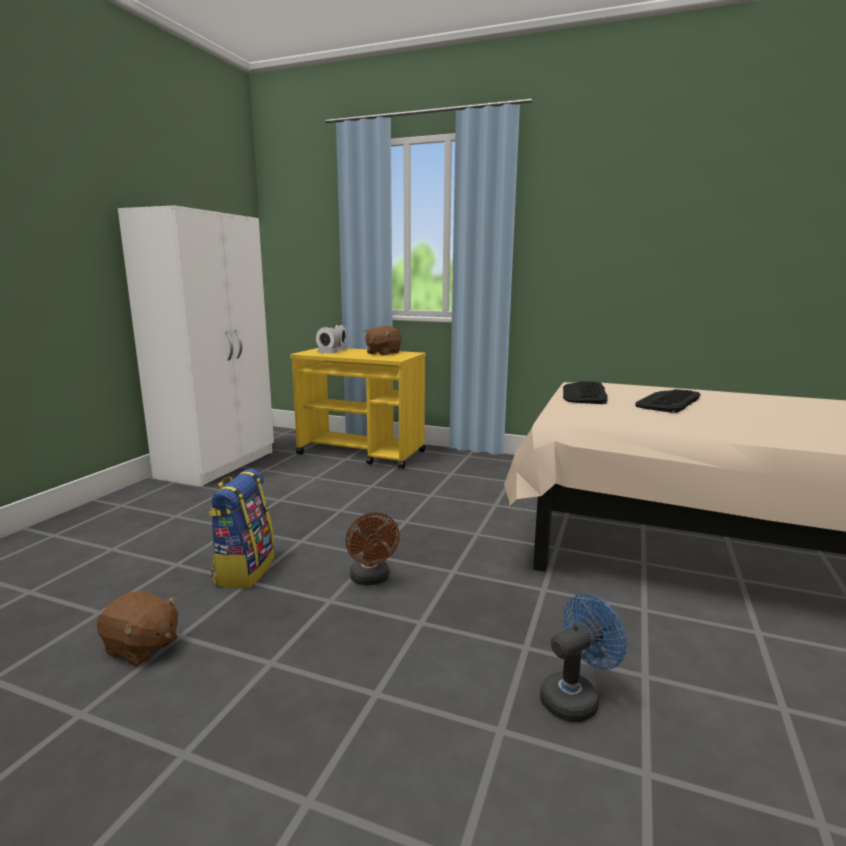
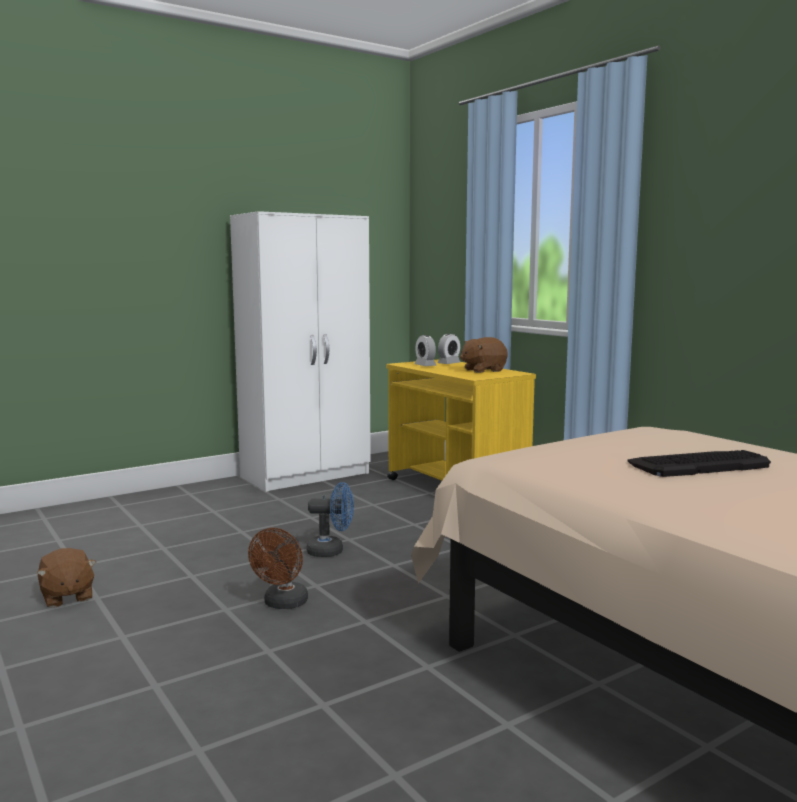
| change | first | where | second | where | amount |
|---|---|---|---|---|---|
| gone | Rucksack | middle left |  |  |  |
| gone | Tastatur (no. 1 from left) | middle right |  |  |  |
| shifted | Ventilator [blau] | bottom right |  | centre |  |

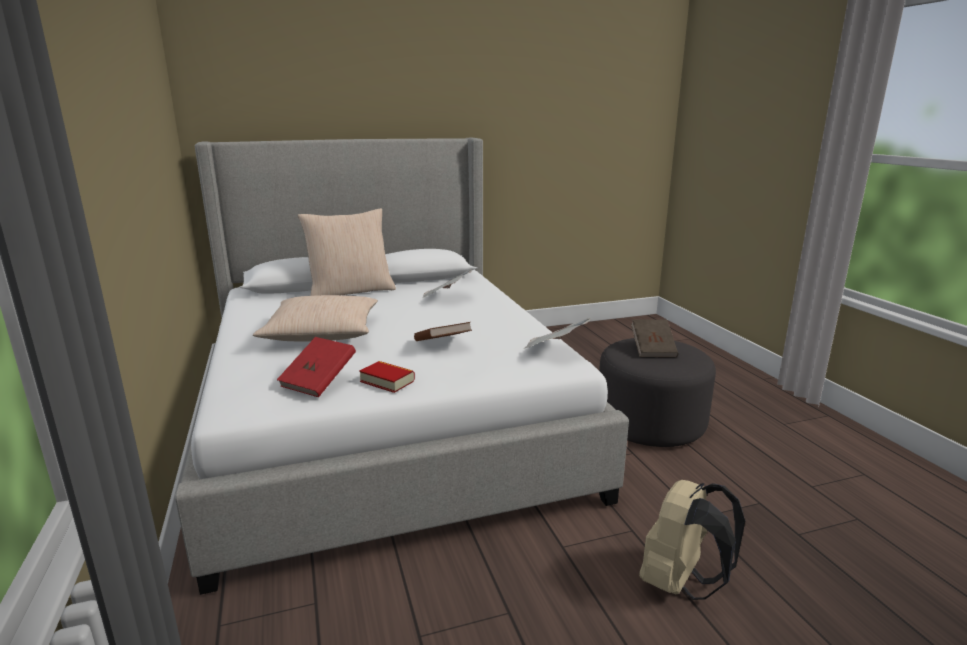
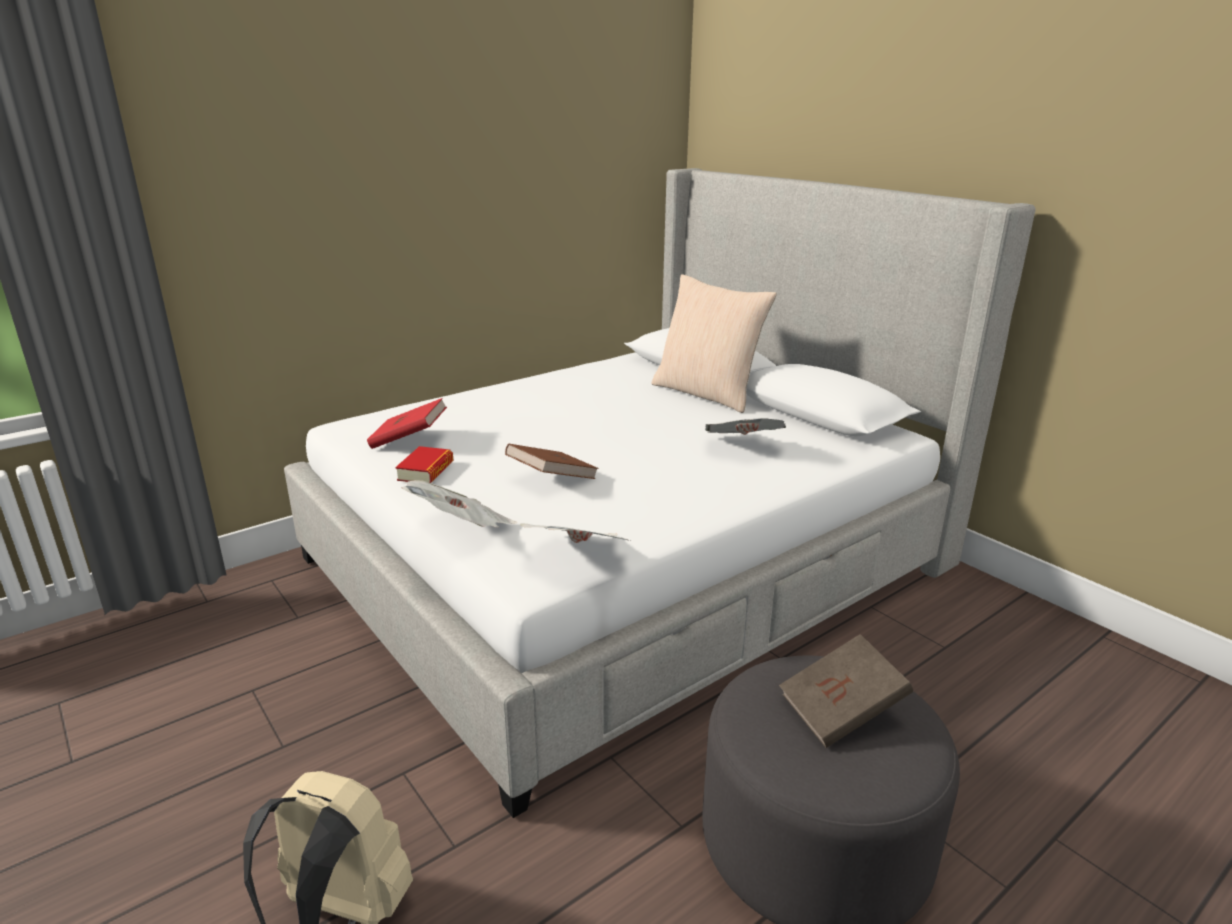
| change | first | where | second | where | amount |
|---|---|---|---|---|---|
| gone | Kissen [beige] (no. 1 from left) | middle left |  |  |  |
| new |  |  | Zeitung (no. 1 from left) | centre |  |

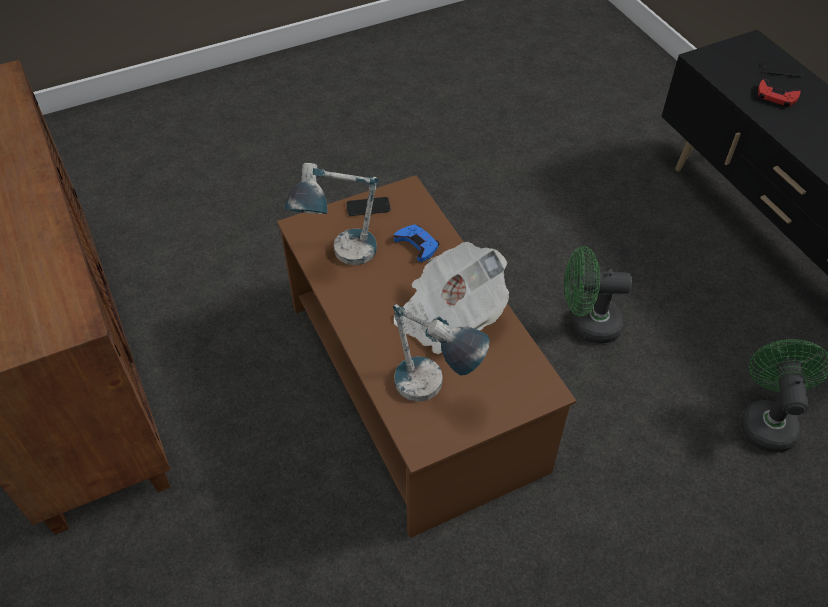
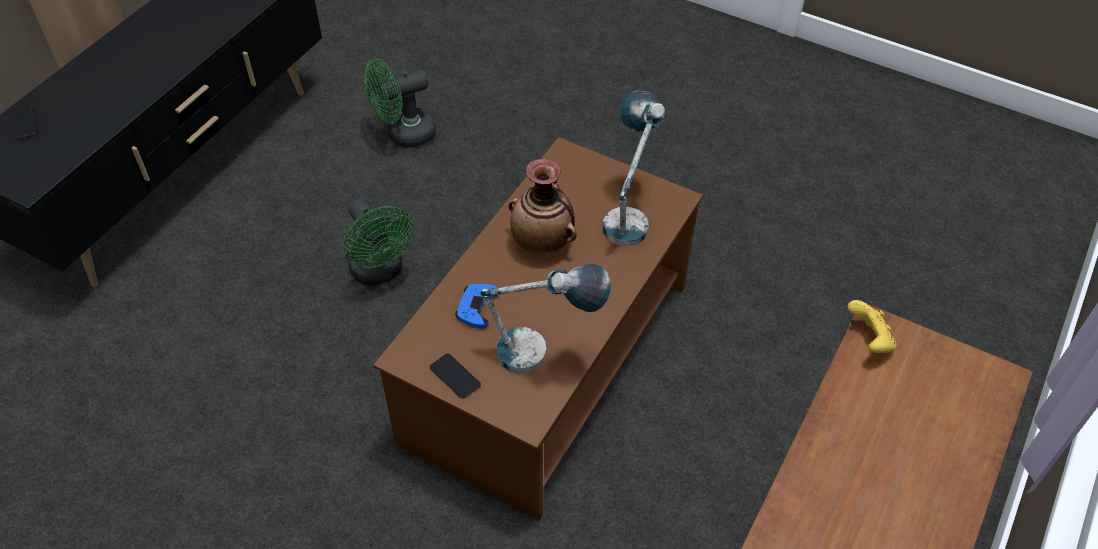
| change | first | where | second | where | amount |
|---|---|---|---|---|---|
| gone | Gamepad [rot] | top right |  |  |  |
| new |  |  | Gamepad [gelb] | middle right |  |
| swapped | Zeitung | centre | Vase | centre |  |

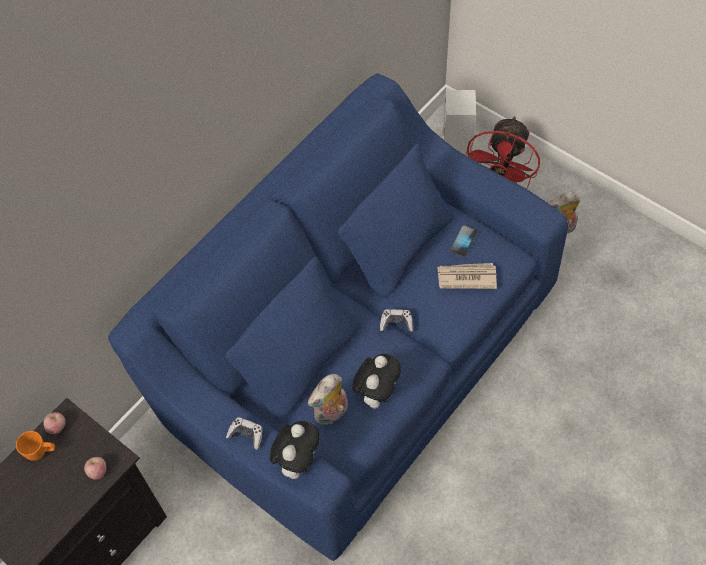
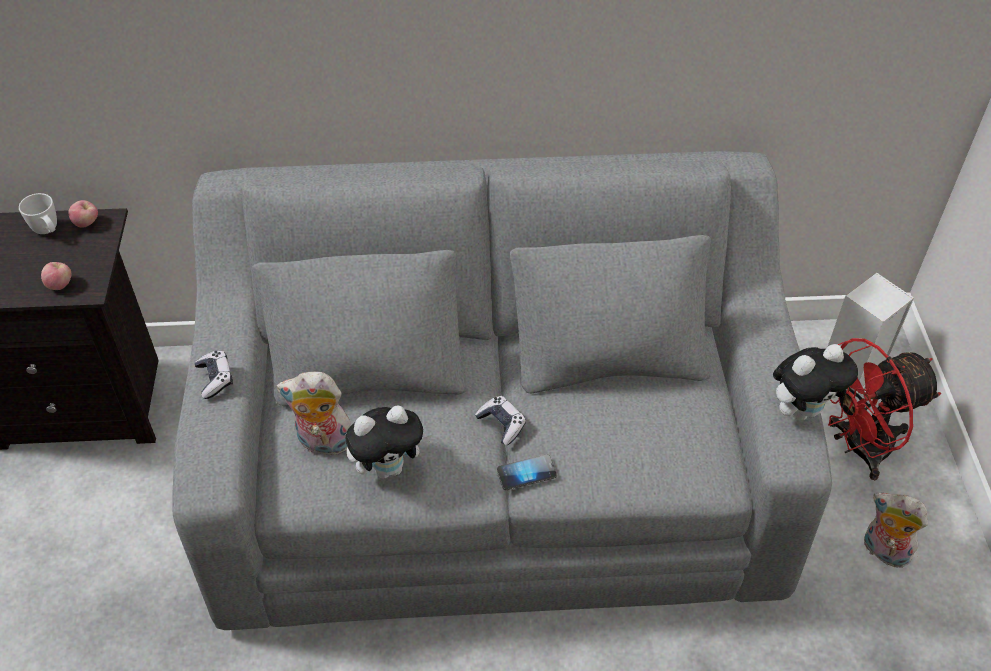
| change | first | where | second | where | amount |
|---|---|---|---|---|---|
| gone | Zeitung | centre |  |  |  |
| shifted | Plüschtier (no. 1 from left in the first image) | bottom centre | Plüschtier (no. 3 from left) | middle right |  |
| shifted | Handy | centre |  | bottom centre |  |
| repainted | Henkelbecher [orange] | bottom left | Henkelbecher [weiß] | top left |  |
| repainted | Sofa [blau] | centre | Sofa [grau] | centre |  |

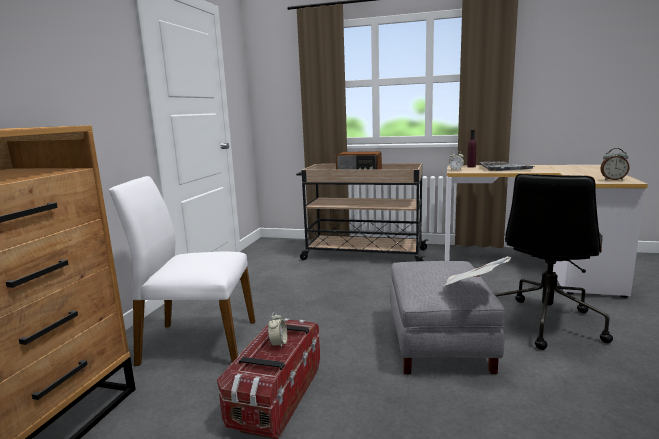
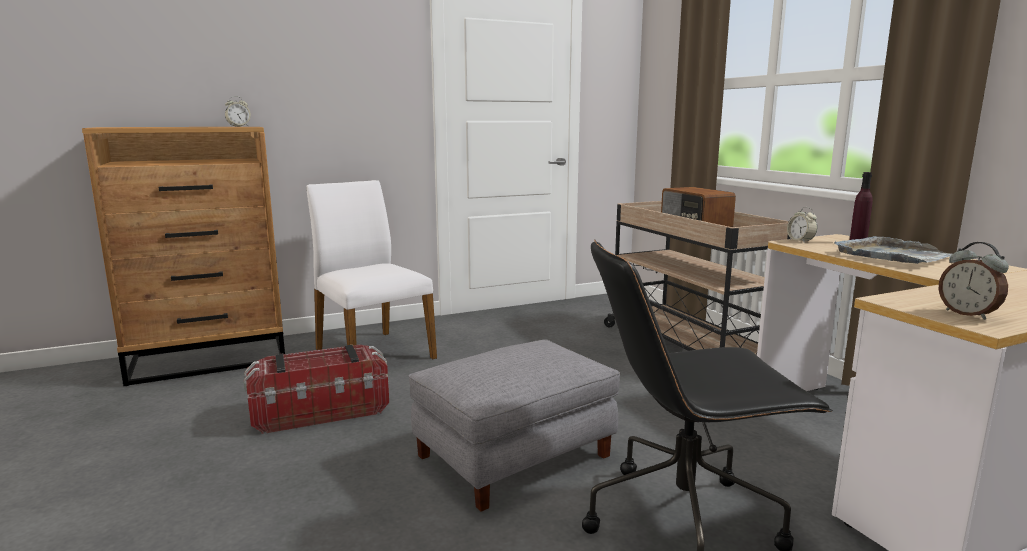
| change | first | where | second | where | amount |
|---|---|---|---|---|---|
| gone | Zeitung | middle right |  |  |  |
| shifted | Wecker (no. 1 from left) | bottom centre |  | top left |  |

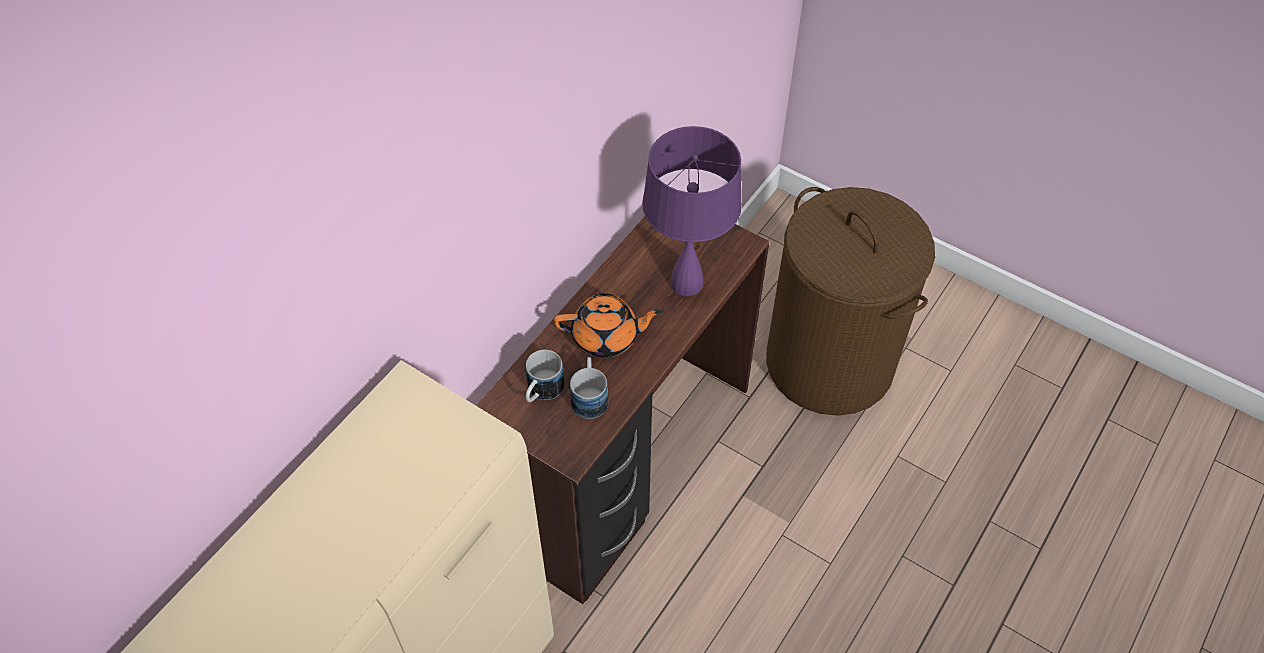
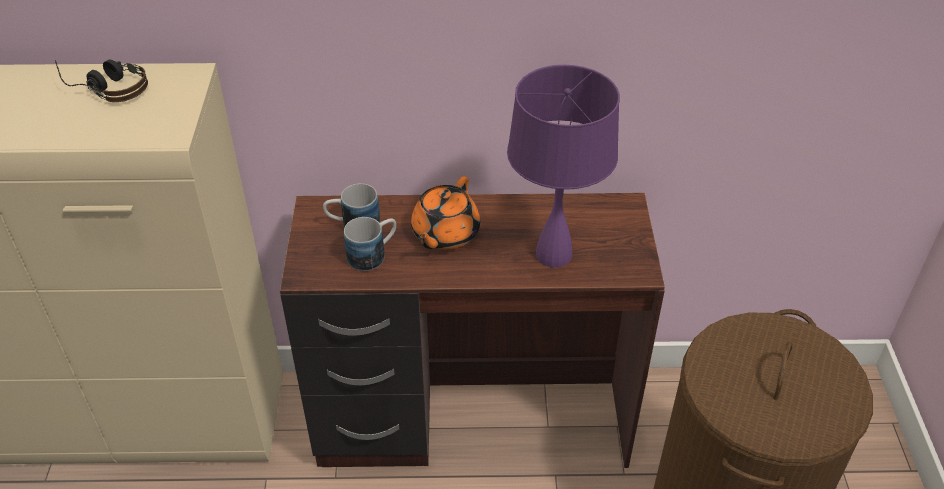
| change | first | where | second | where | amount |
|---|---|---|---|---|---|
| new |  |  | Kopfhörer | top left |  |
| rotated | Teekanne [orange] | centre |  | centre | 60 degrees clockwise |

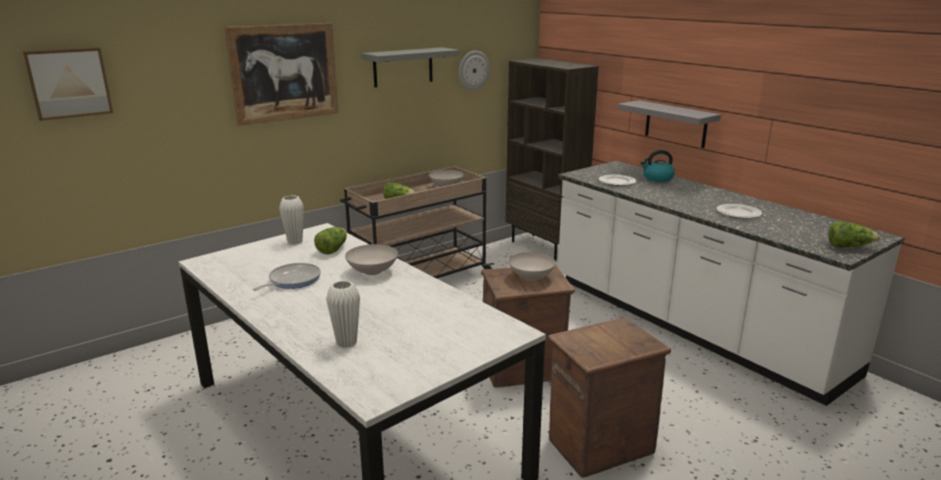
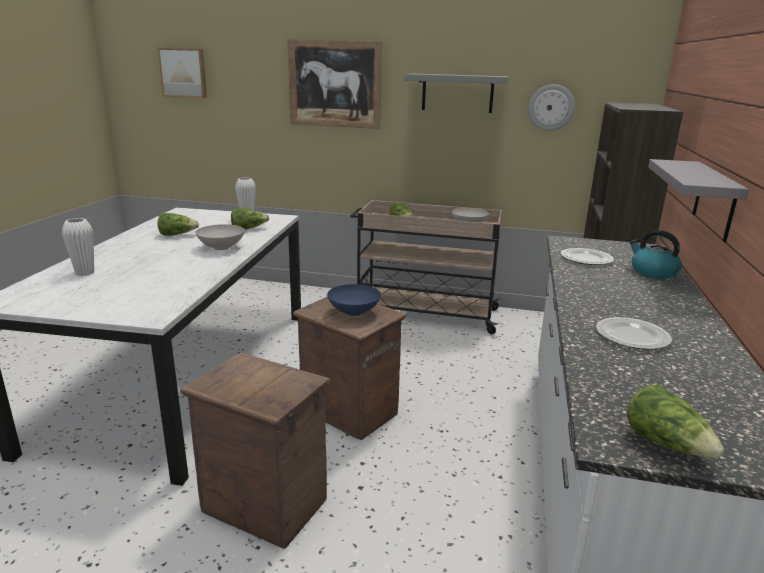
| change | first | where | second | where | amount |
|---|---|---|---|---|---|
| swapped | Pfanne | middle left | Salatkopf (no. 1 from left) | middle left |  |
| repainted | Schüssel [weiß] (no. 3 from left) | centre | Schüssel [blau] | centre |  |

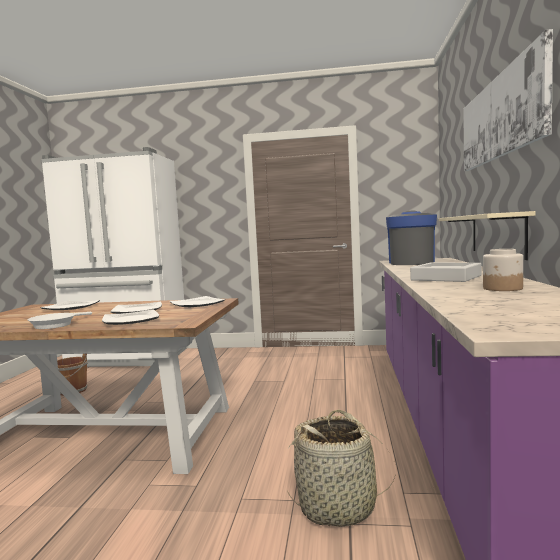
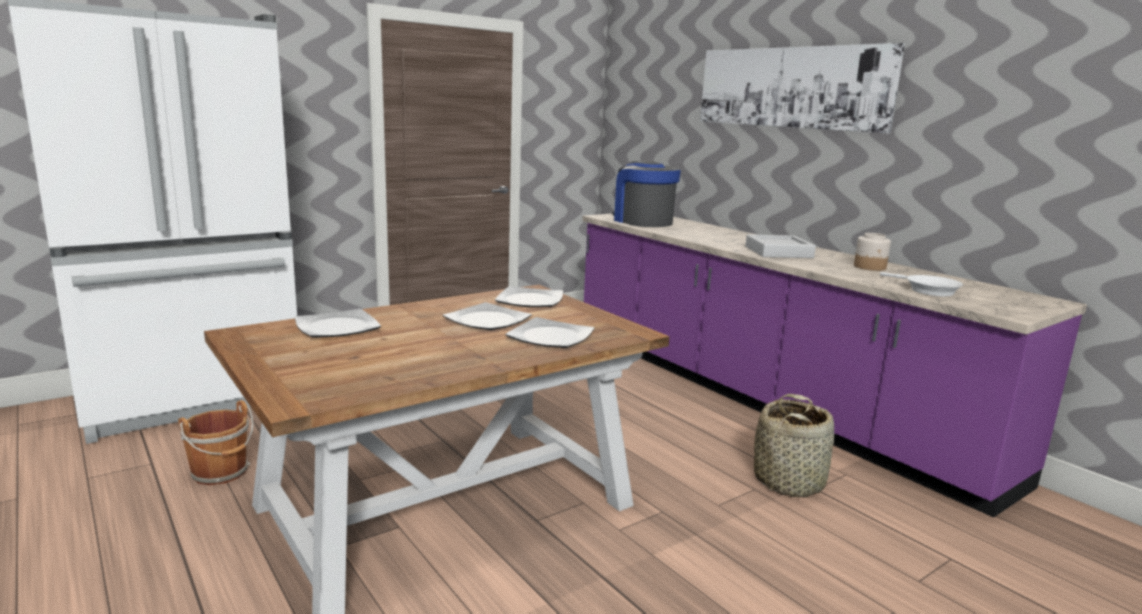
| change | first | where | second | where | amount |
|---|---|---|---|---|---|
| gone | Wandregal [beige] | middle right |  |  |  |
| shifted | Pfanne [weiß] | middle left |  | middle right |  |

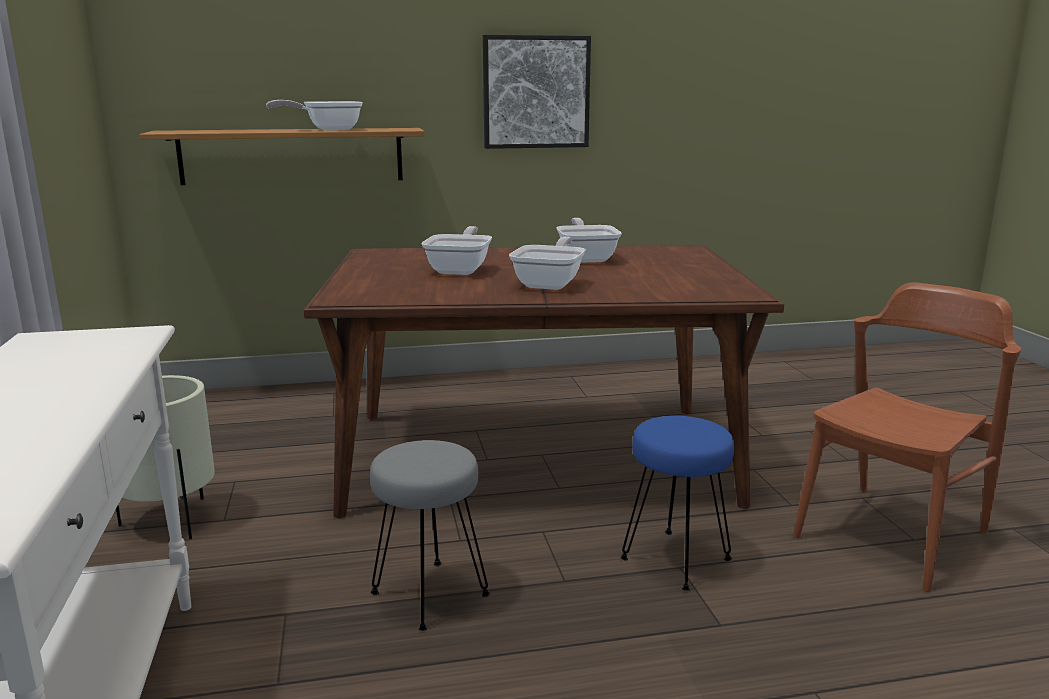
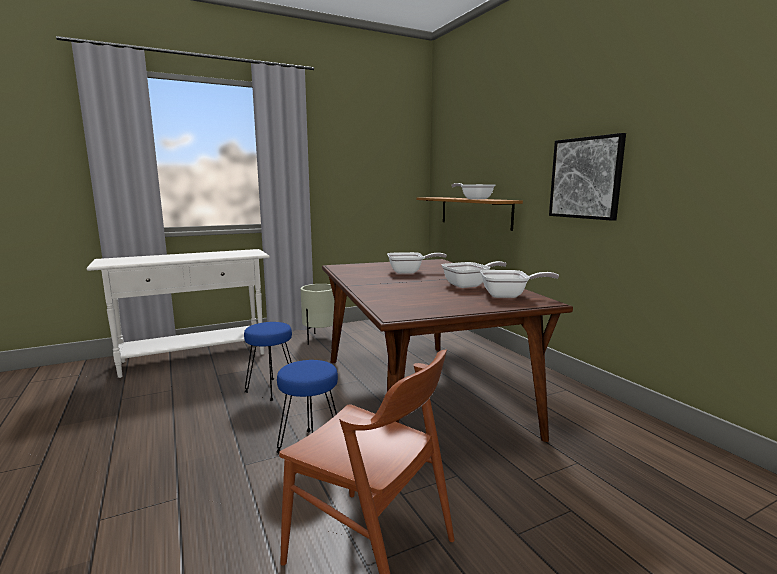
| change | first | where | second | where | amount |
|---|---|---|---|---|---|
| shifted | Pfanne (no. 3 from left in the first image) | centre | Pfanne (no. 4 from left) | middle right |  |
| repainted | Hocker [grau] | bottom centre | Hocker [blau] (no. 1 from left) | centre |  |

